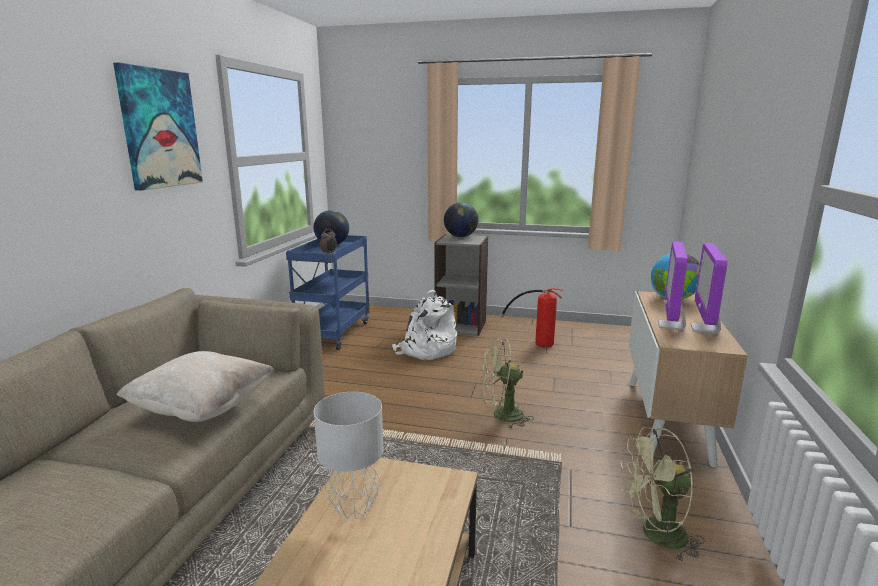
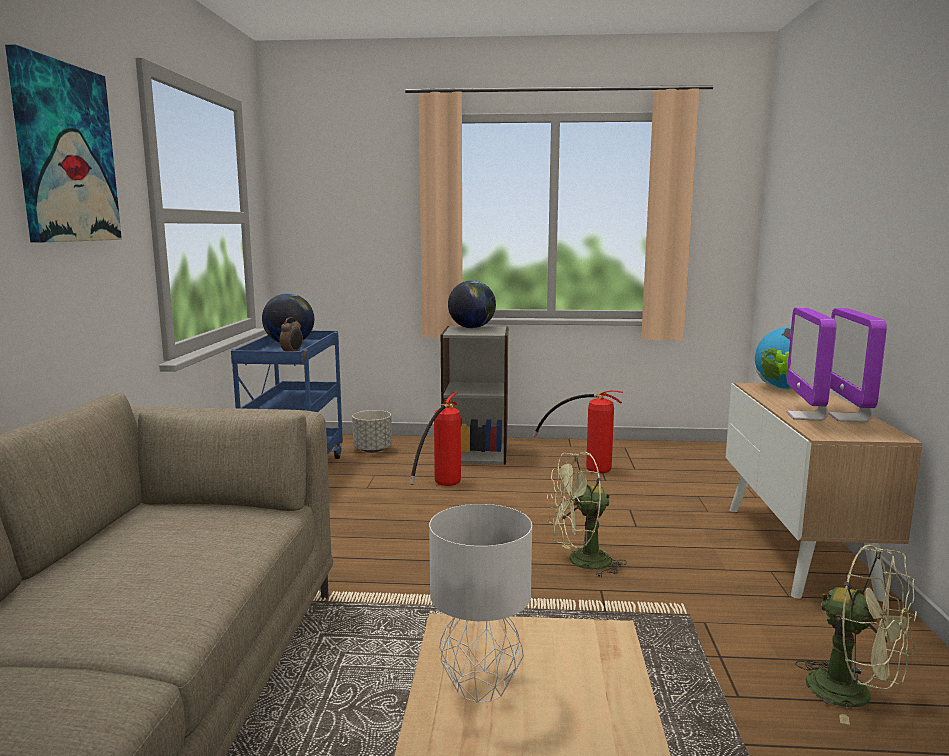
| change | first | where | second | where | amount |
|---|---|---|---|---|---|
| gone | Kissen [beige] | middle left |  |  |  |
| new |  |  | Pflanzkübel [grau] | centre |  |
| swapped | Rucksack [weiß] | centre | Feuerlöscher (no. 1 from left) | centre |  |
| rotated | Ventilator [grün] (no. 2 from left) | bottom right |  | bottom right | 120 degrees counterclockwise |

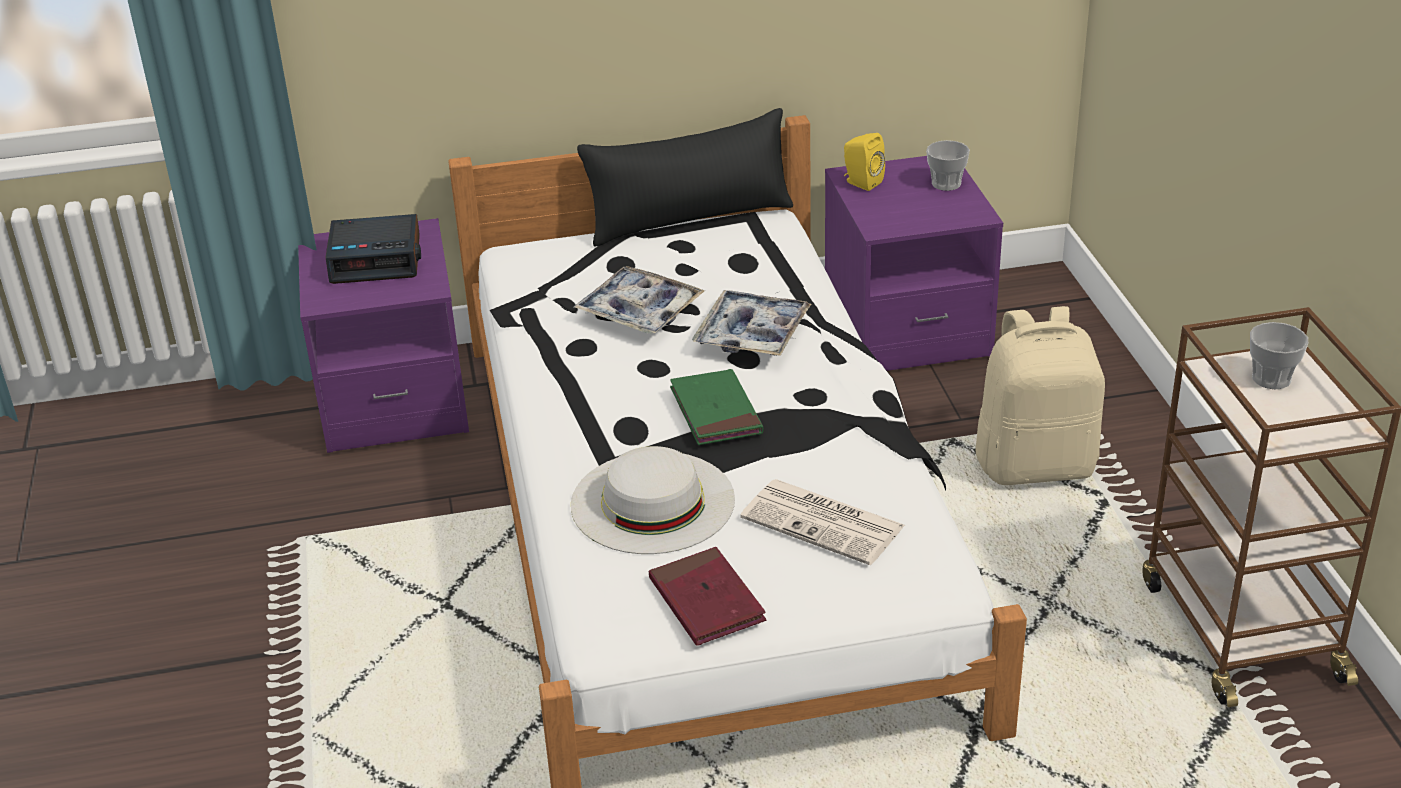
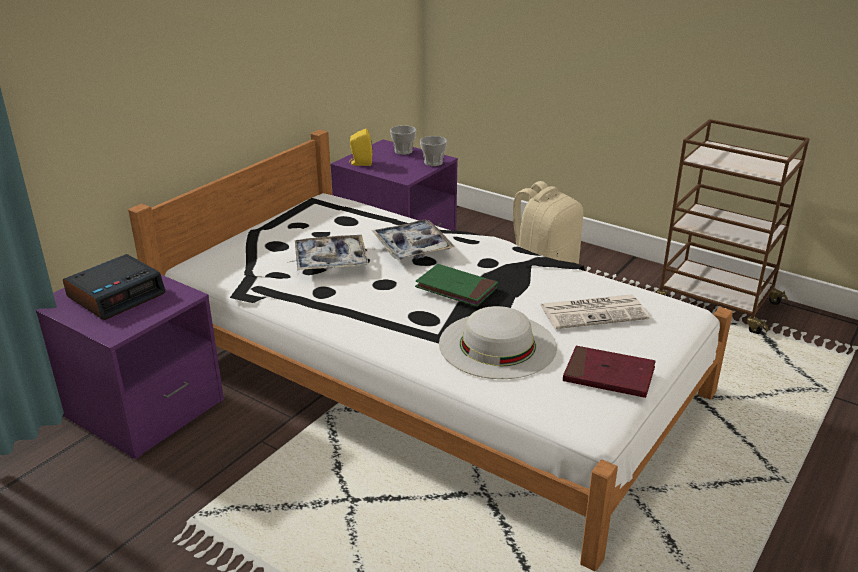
| change | first | where | second | where | amount |
|---|---|---|---|---|---|
| gone | Kissen [schwarz] | top centre |  |  |  |
| shifted | Tasse (no. 2 from left) | middle right |  | top centre |  |

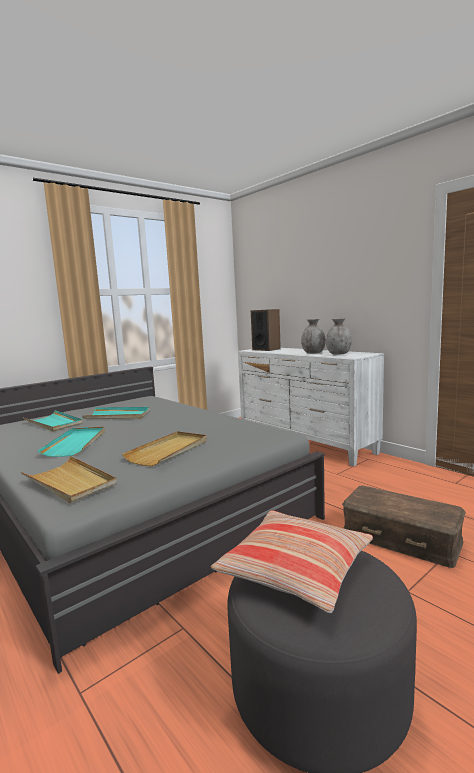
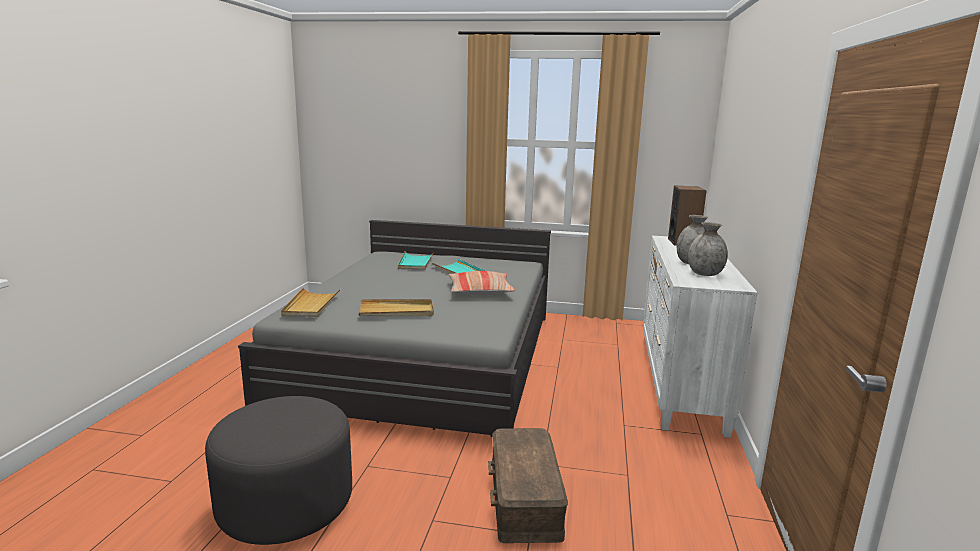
| change | first | where | second | where | amount |
|---|---|---|---|---|---|
| gone | Tablett [türkis] (no. 2 from left) | middle left |  |  |  |
| shifted | Kissen | bottom centre |  | centre |  |

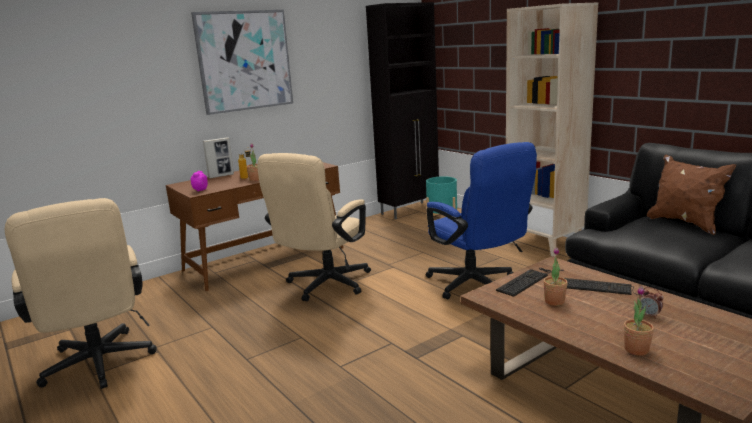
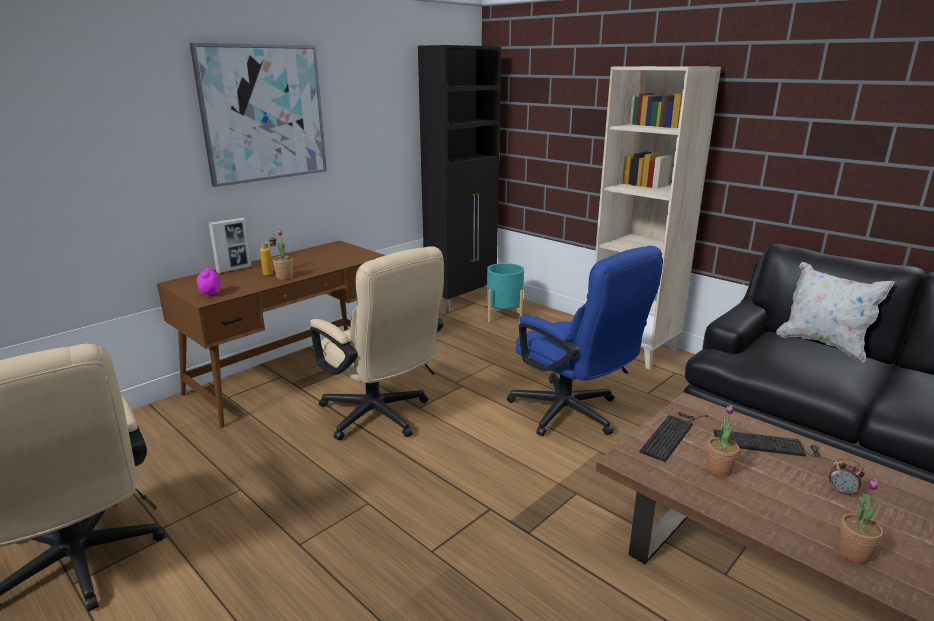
| change | first | where | second | where | amount |
|---|---|---|---|---|---|
| repainted | Kissen [braun] | middle right | Kissen [weiß] | middle right |  |
| rotated | Bürostuhl [beige] (no. 2 from left) | centre |  | centre | 60 degrees counterclockwise |

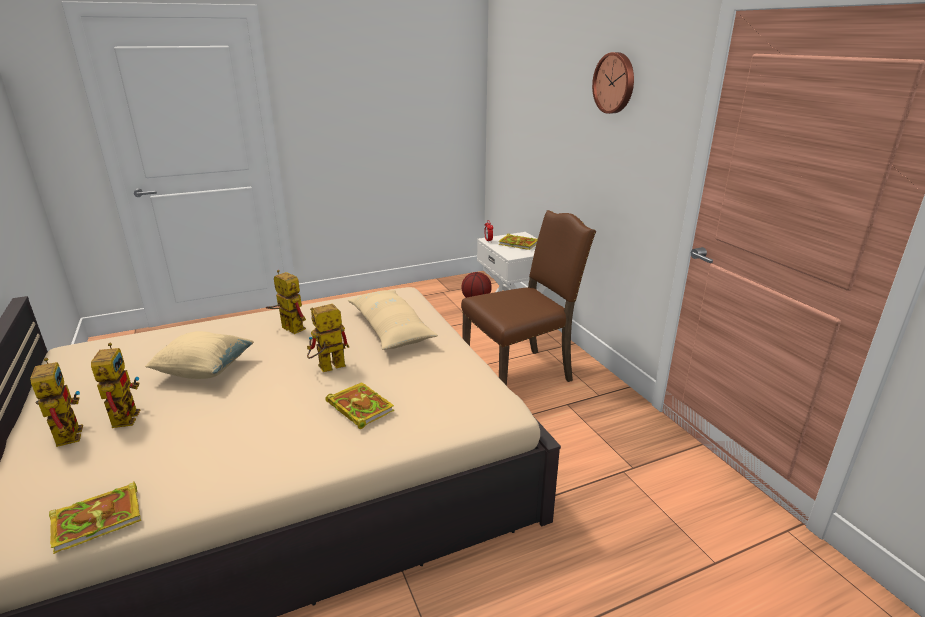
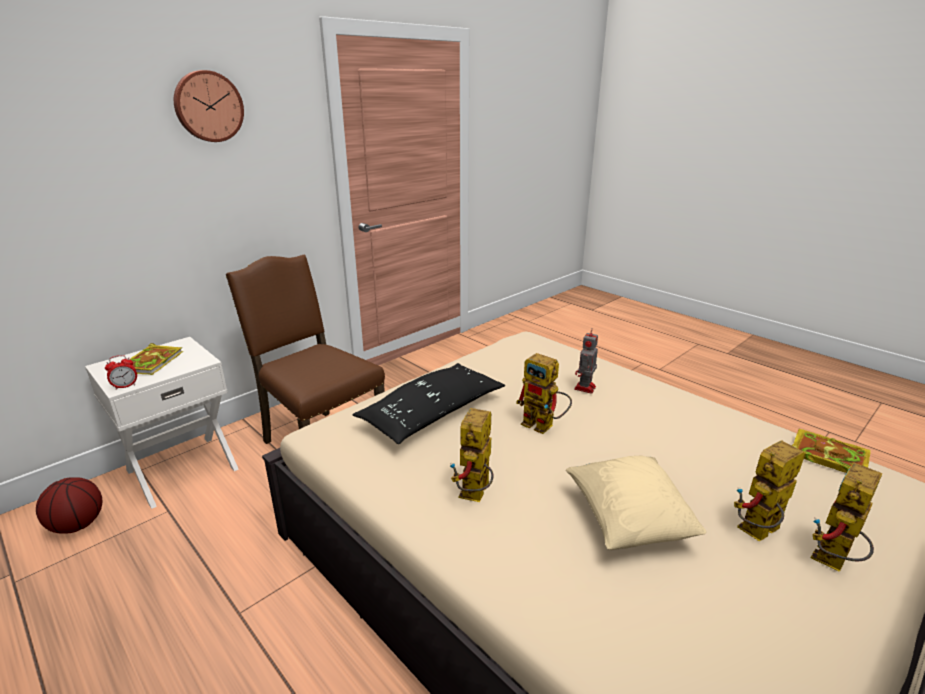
| change | first | where | second | where | amount |
|---|---|---|---|---|---|
| swapped | Buch (no. 2 from left) | centre | Spielzeugroboter (no. 3 from left) | centre |  |
| repainted | Kissen [beige] (no. 2 from left) | centre | Kissen [schwarz] | centre |  |

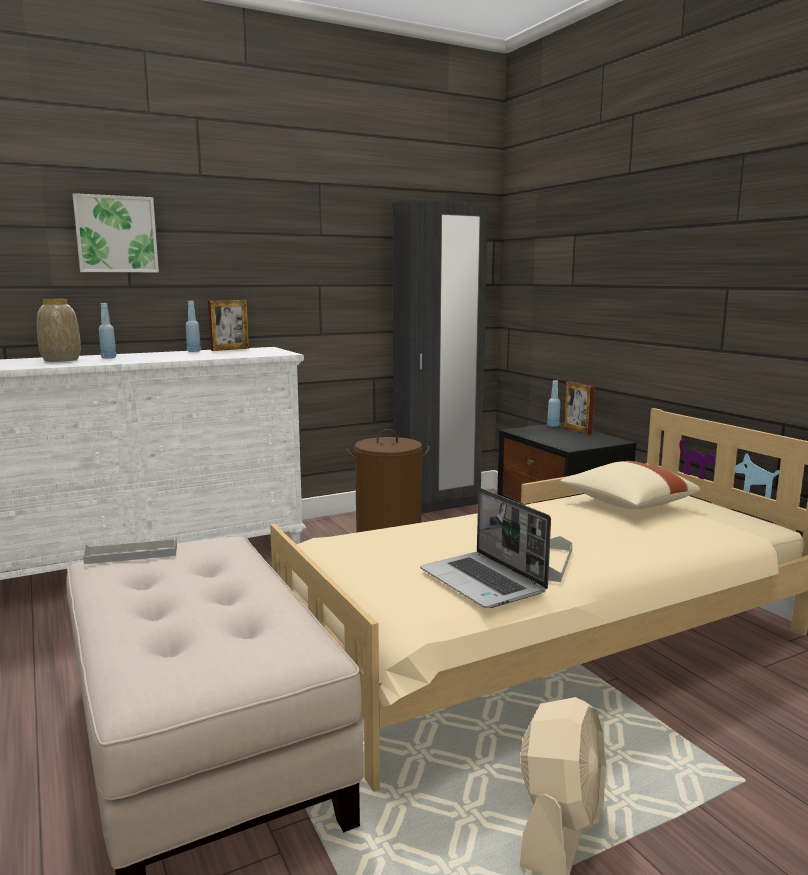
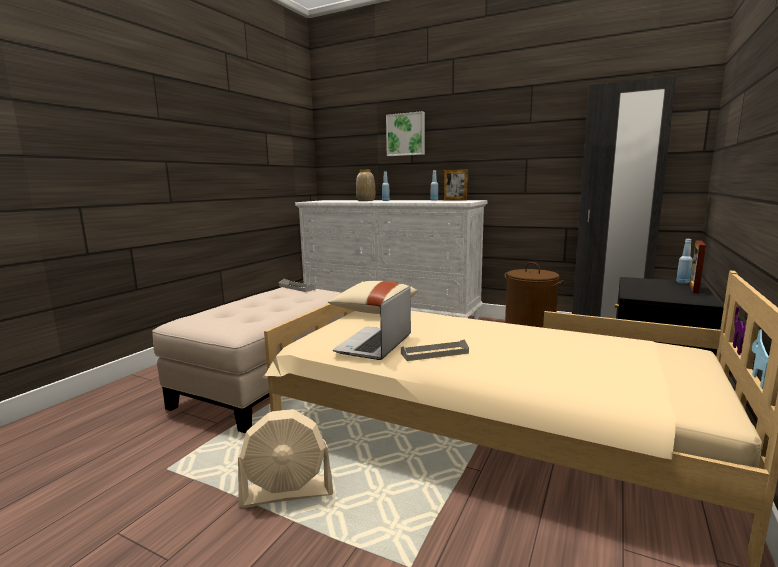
| change | first | where | second | where | amount |
|---|---|---|---|---|---|
| shifted | Kissen [beige] | middle right |  | centre |  |

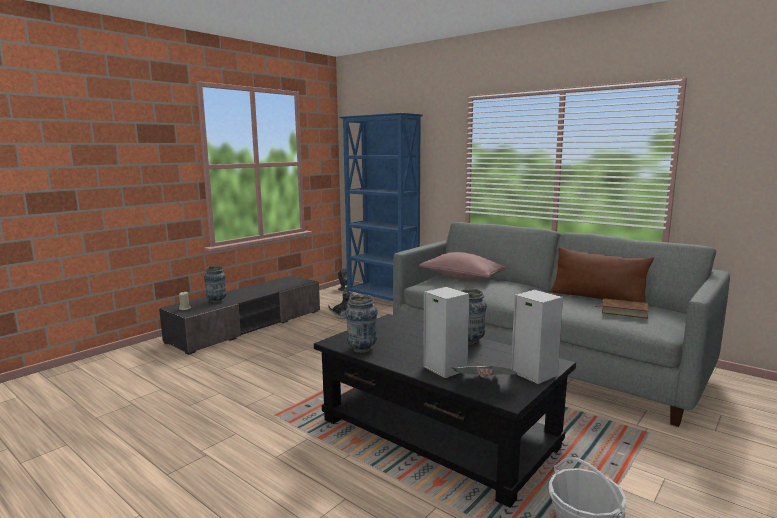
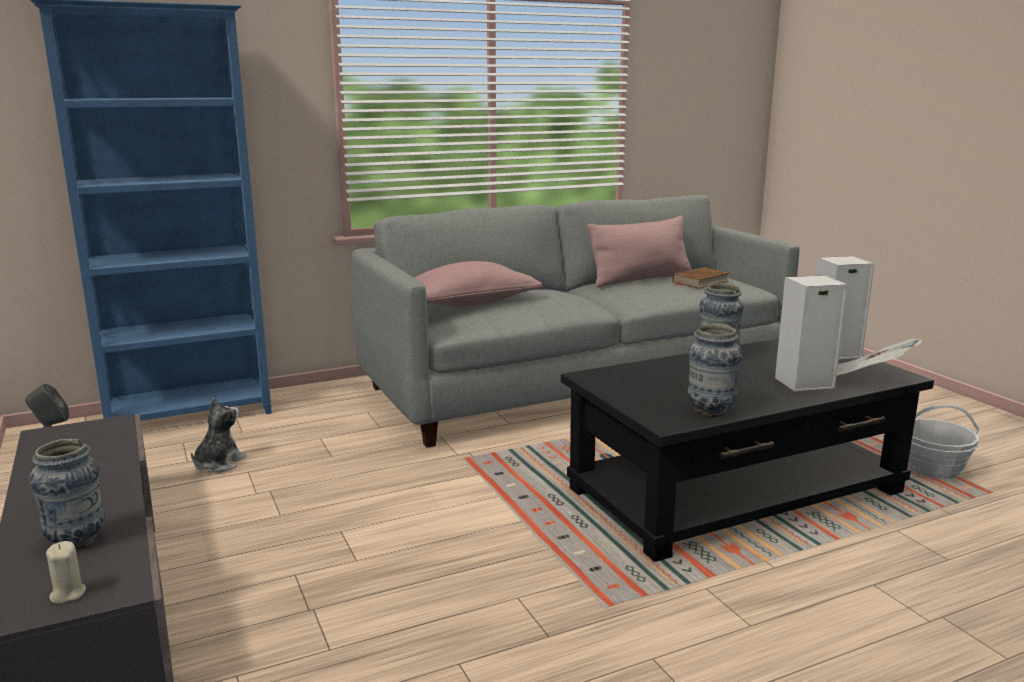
| change | first | where | second | where | amount |
|---|---|---|---|---|---|
| repainted | Kissen [braun] | middle right | Kissen [rosa] (no. 2 from left) | centre |  |

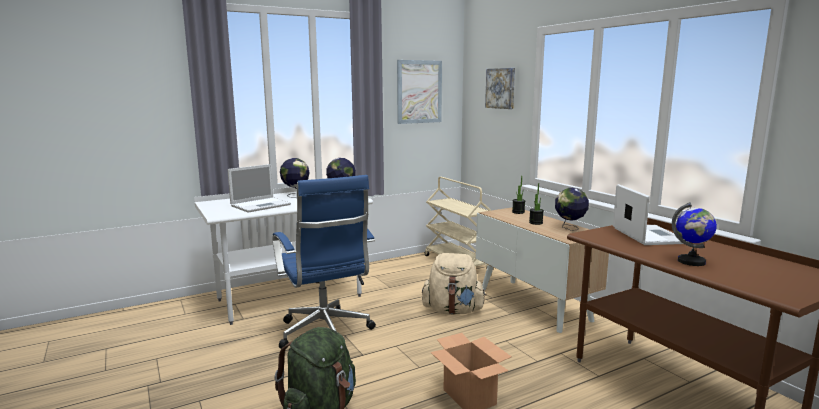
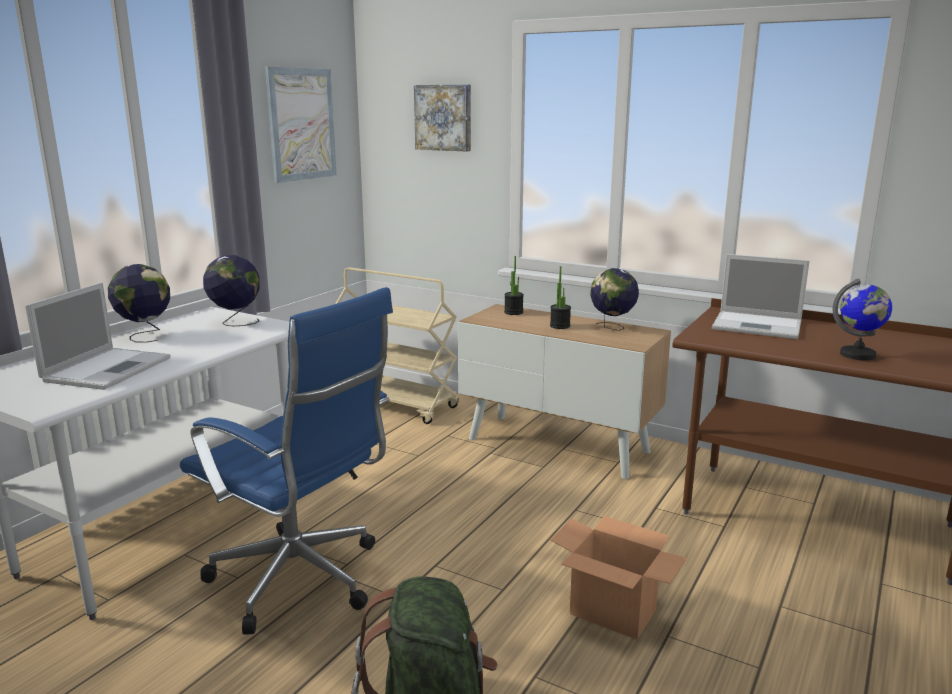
| change | first | where | second | where | amount |
|---|---|---|---|---|---|
| gone | Rucksack [beige] | bottom centre |  |  |  |
| rotated | Laptop (no. 2 from left) | middle right |  | middle right | 150 degrees clockwise |

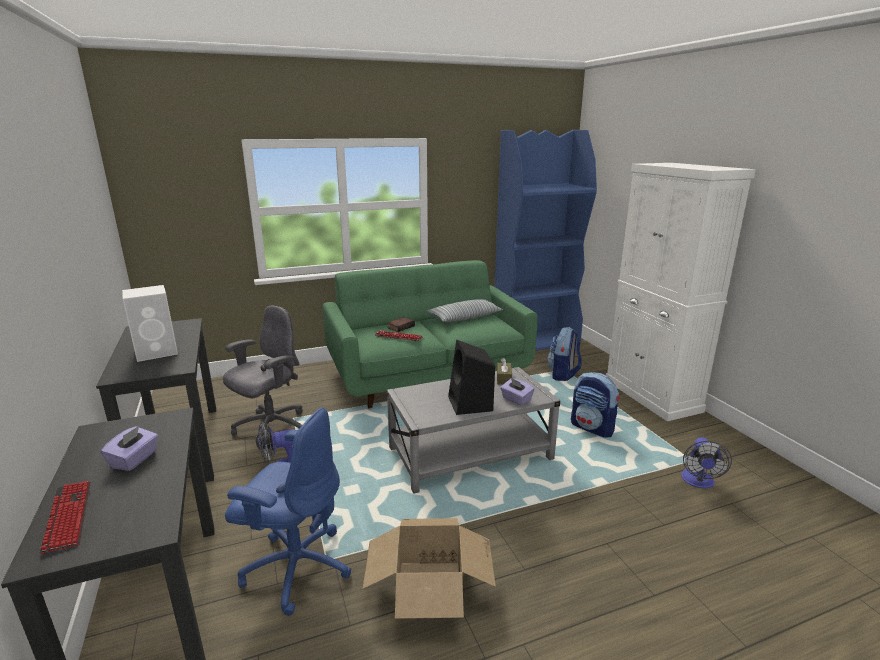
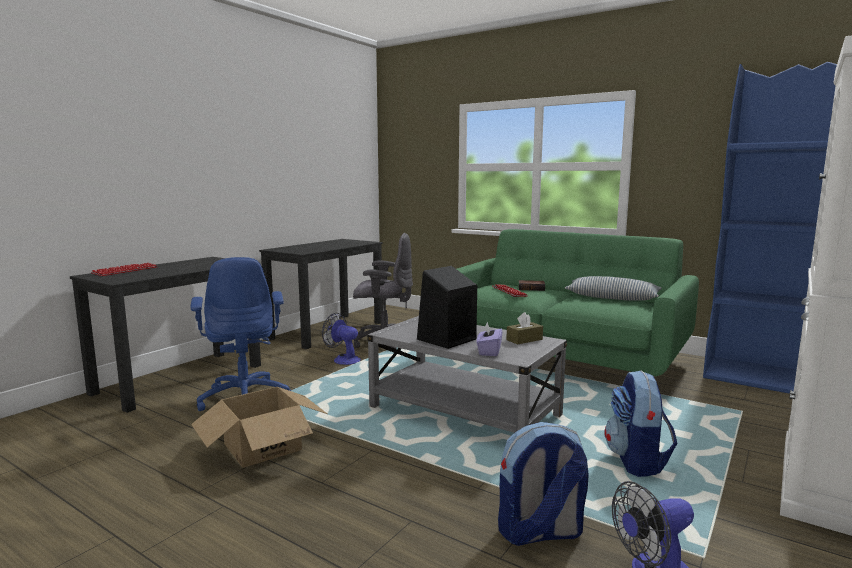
| change | first | where | second | where | amount |
|---|---|---|---|---|---|
| gone | Taschentuchbox [lila] (no. 1 from left) | bottom left |  |  |  |
| gone | Lautsprecher [weiß] | middle left |  |  |  |
| shifted | Rucksack (no. 1 from left) | centre |  | bottom centre |  |

